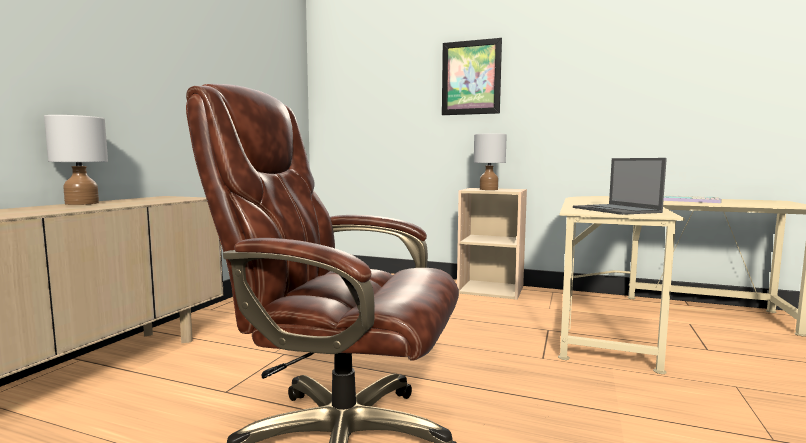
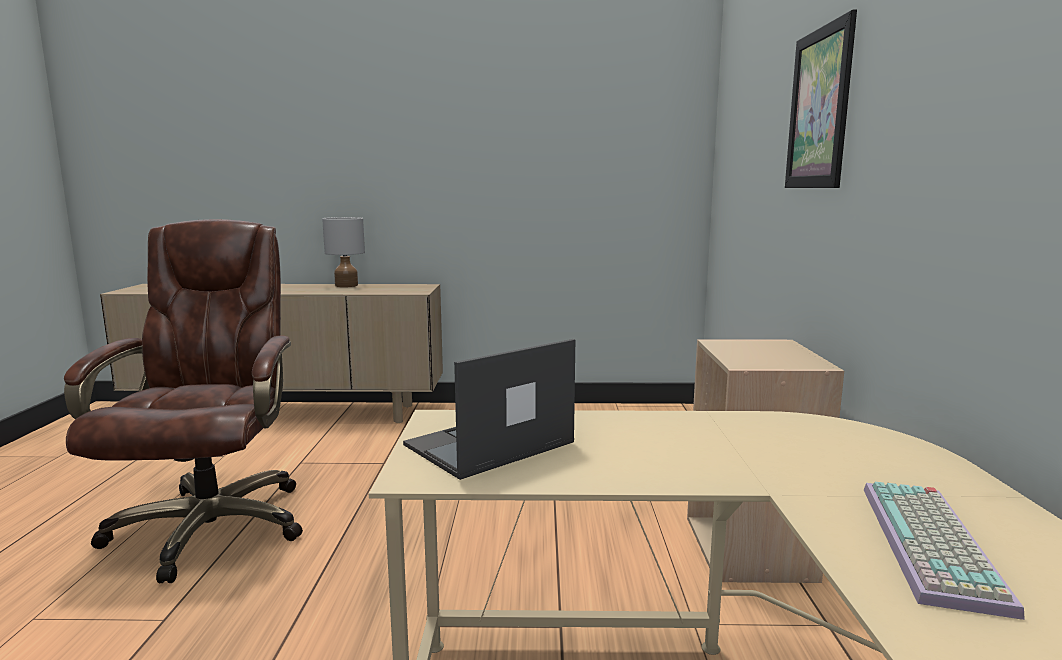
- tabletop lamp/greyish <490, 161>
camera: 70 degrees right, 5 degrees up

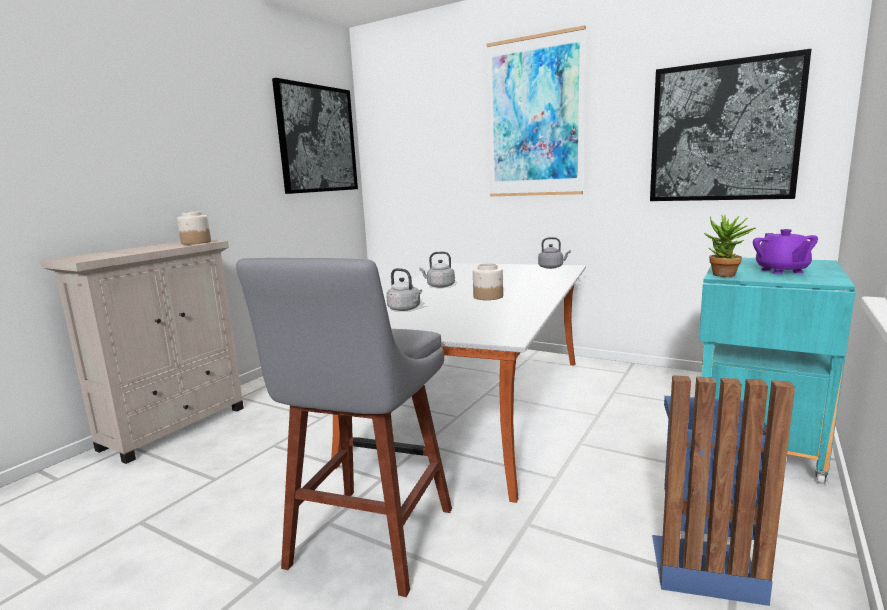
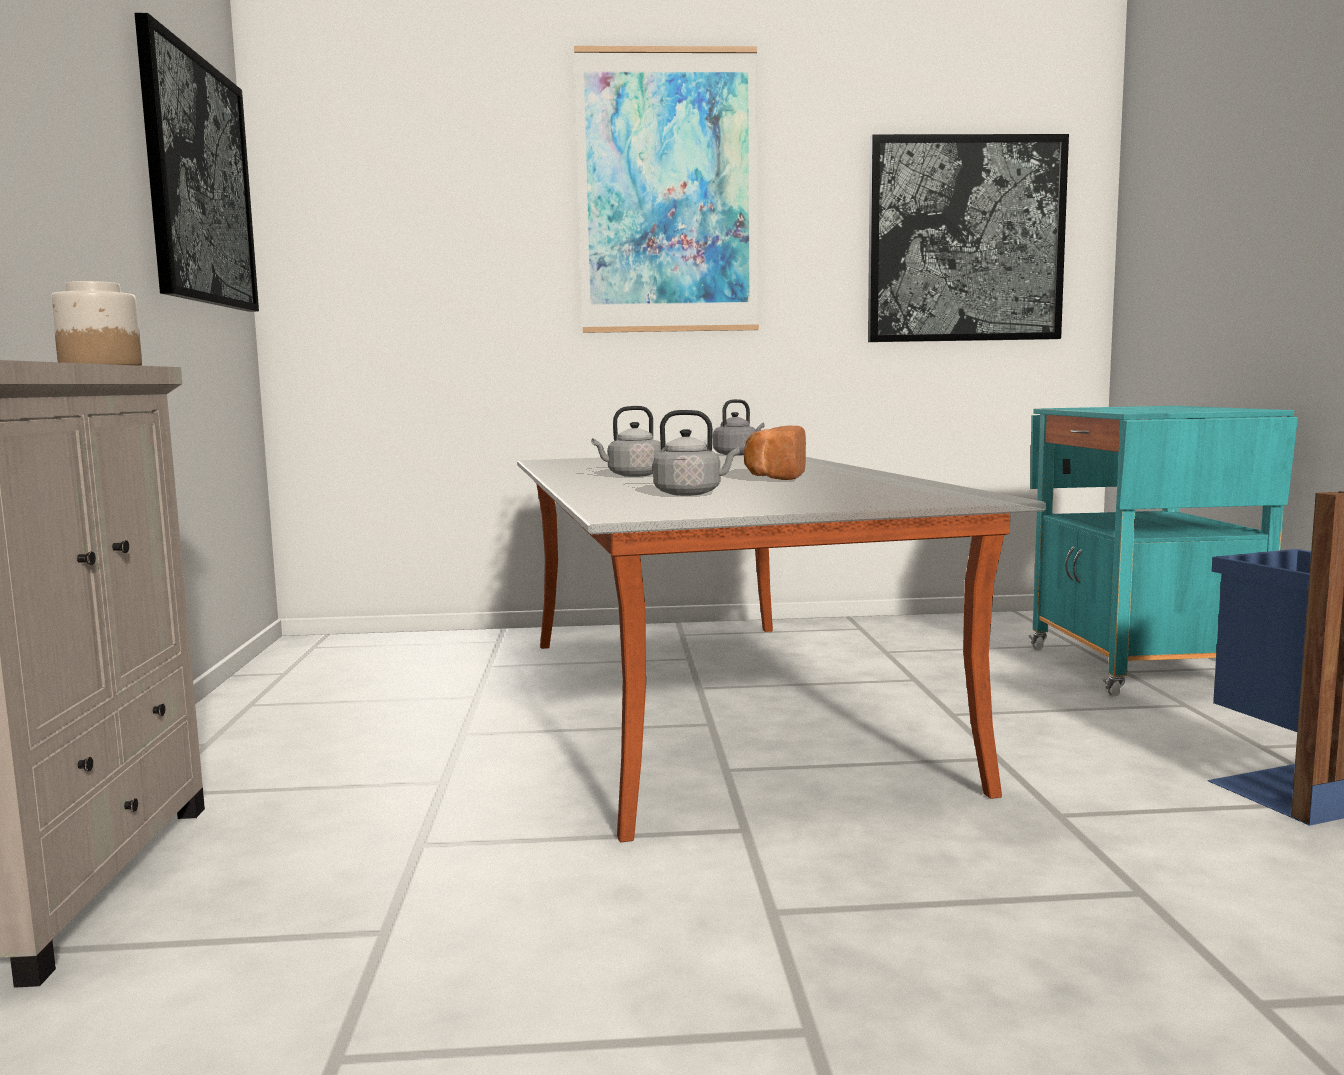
- plant in a pot <730, 246>
- pot for tea/purple-coloured <785, 251>
- sitting stool/greyish <344, 427>
~ preserve jar <488, 281> to baked bread <775, 453>
camera: 35 degrees left, 5 degrees down

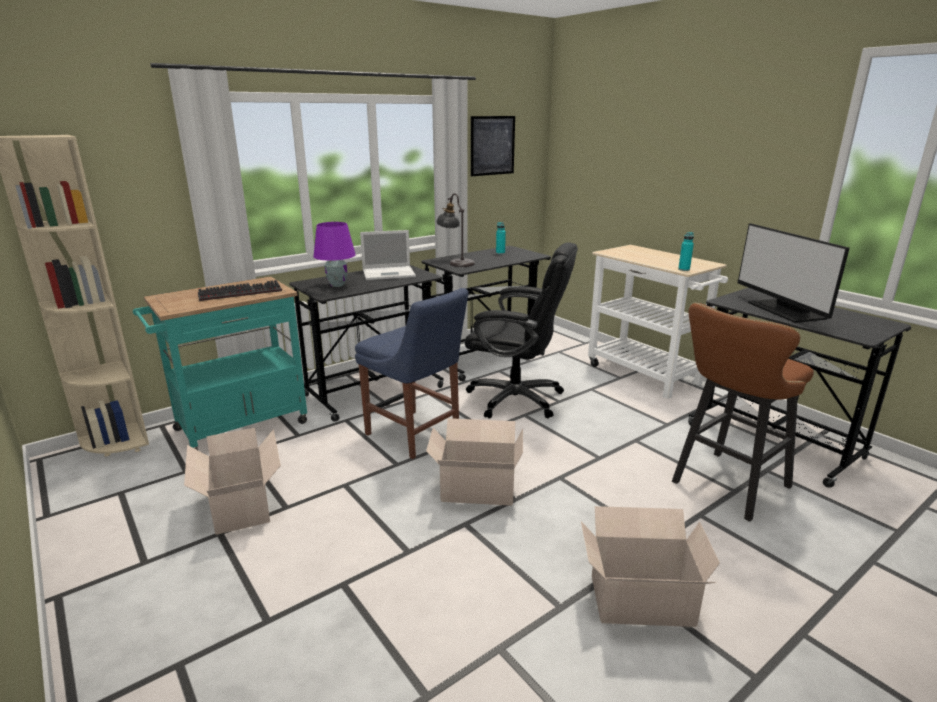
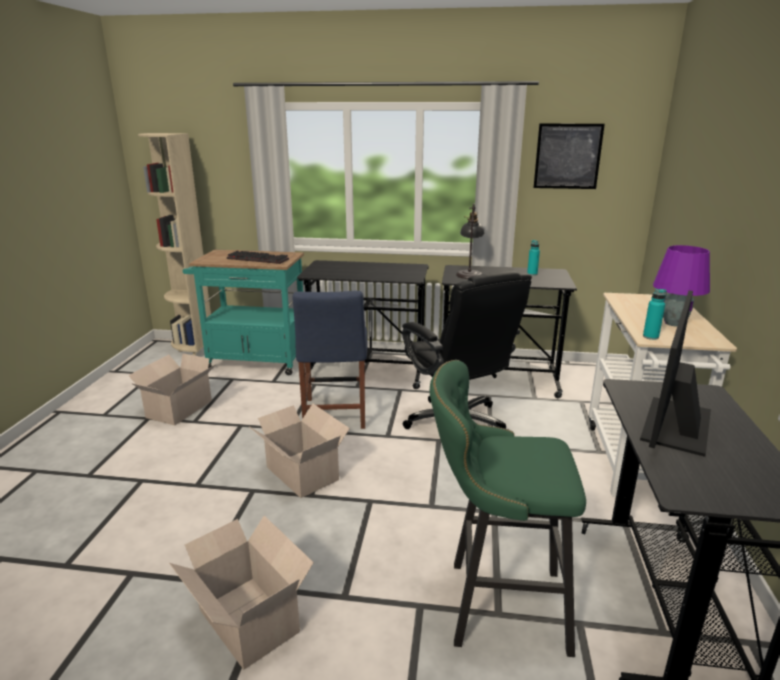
~ tabletop lamp/purple-coloured <334, 254> to <681, 286>
- laptop <388, 255>
~ sitting stool/brown <743, 412> to sitting stool/greenish <508, 508>
camera: 45 degrees right, 0 degrees up

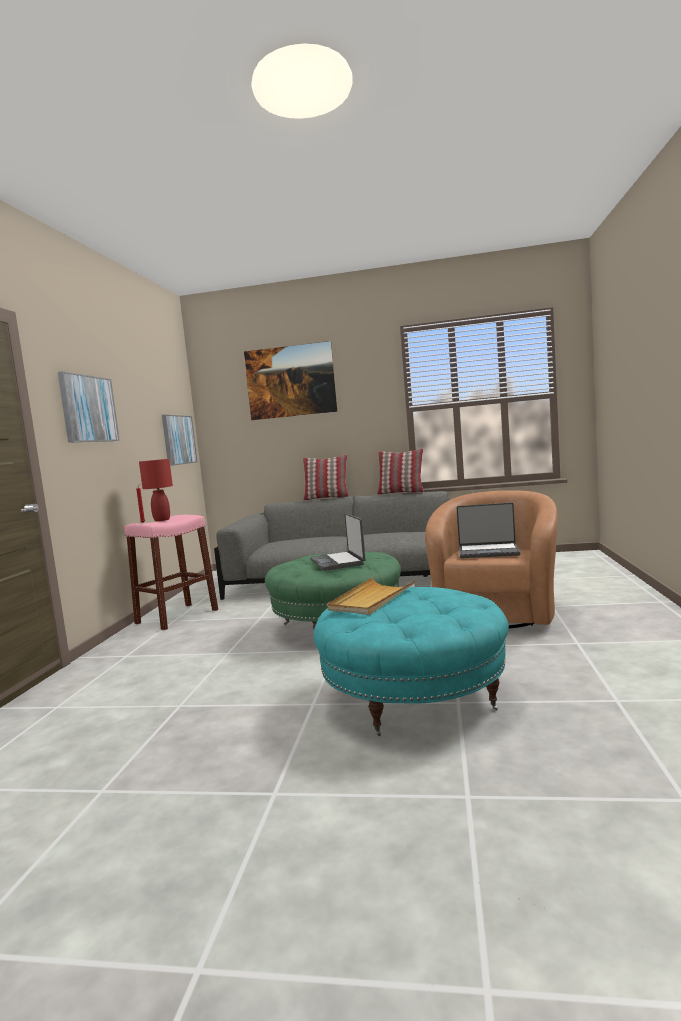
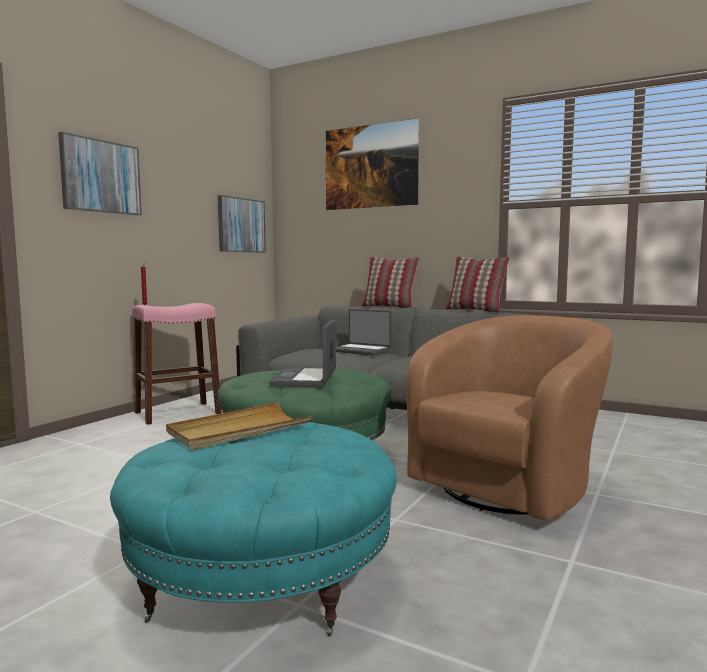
- tabletop lamp/red <156, 490>
~ laptop <488, 530> to <363, 332>
camera: 20 degrees right, 0 degrees up

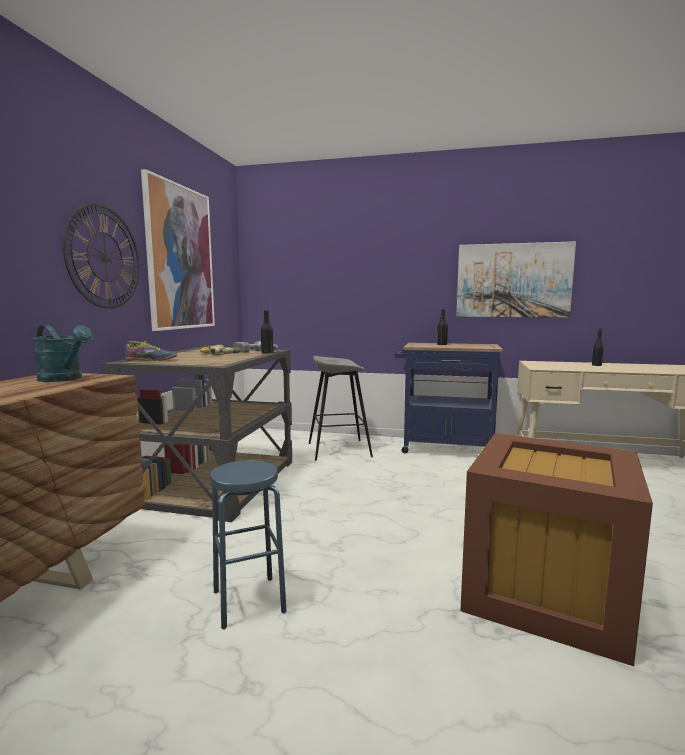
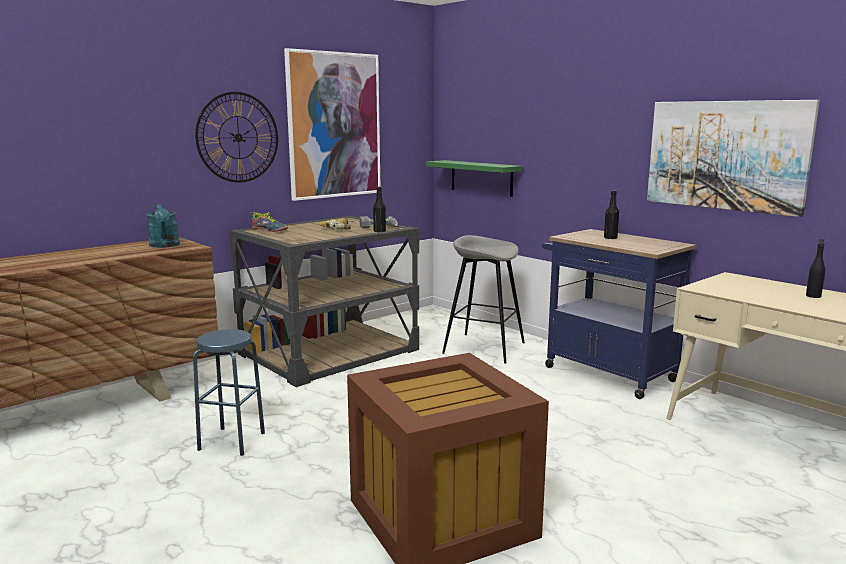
+ bracket shelf/greenish <474, 178>
camera: 35 degrees right, 5 degrees up

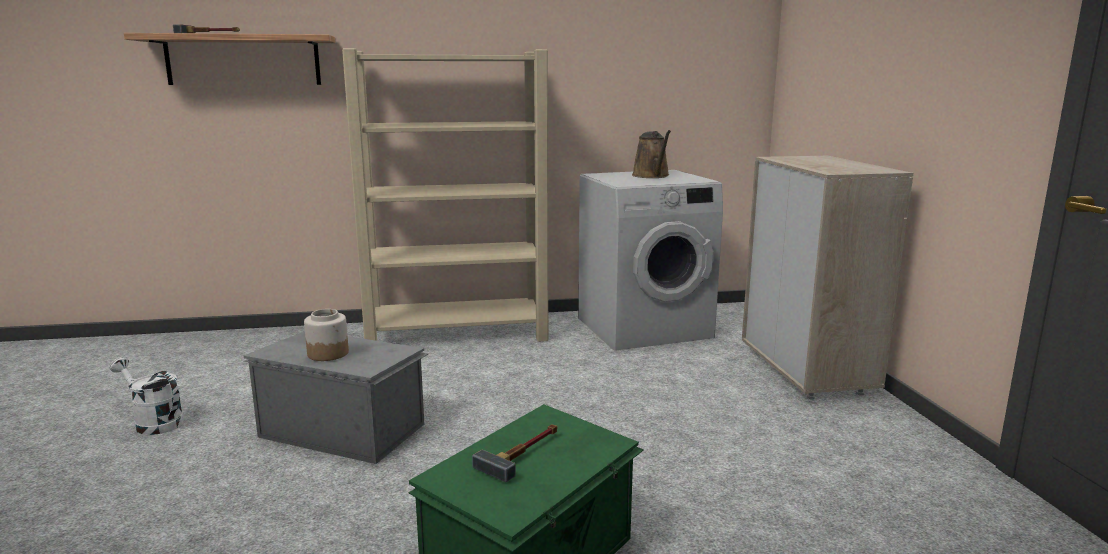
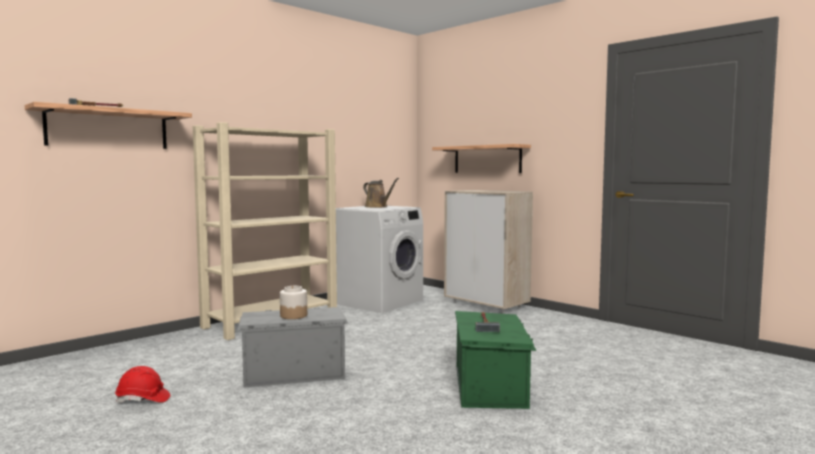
~ watering can/white-coloured <146, 396> to hard hat/red <142, 384>
+ bracket shelf <481, 158>
camera: 35 degrees left, 10 degrees down

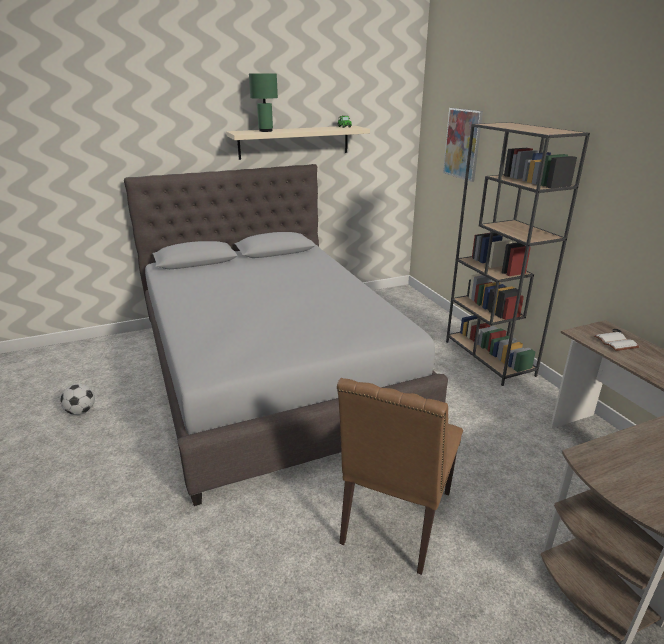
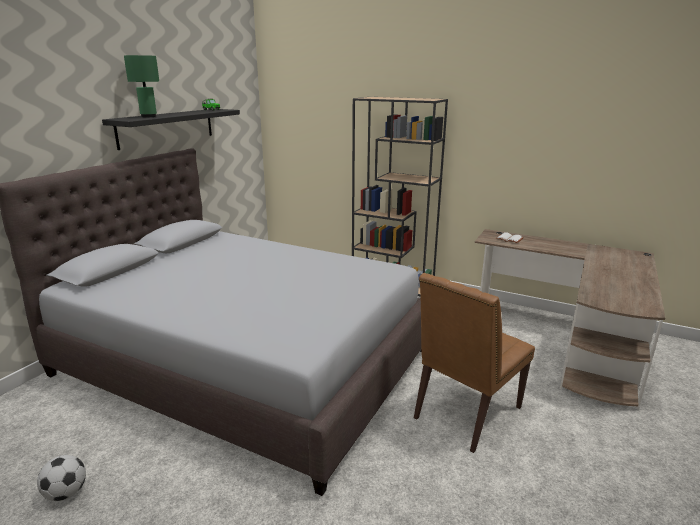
- wall art <463, 145>
~ bracket shelf/beige-coloured <298, 143> to bracket shelf/black-coloured <171, 129>
~ chair/brown <400, 476> = <474, 363> 60 degrees clockwise
camera: 40 degrees left, 5 degrees down

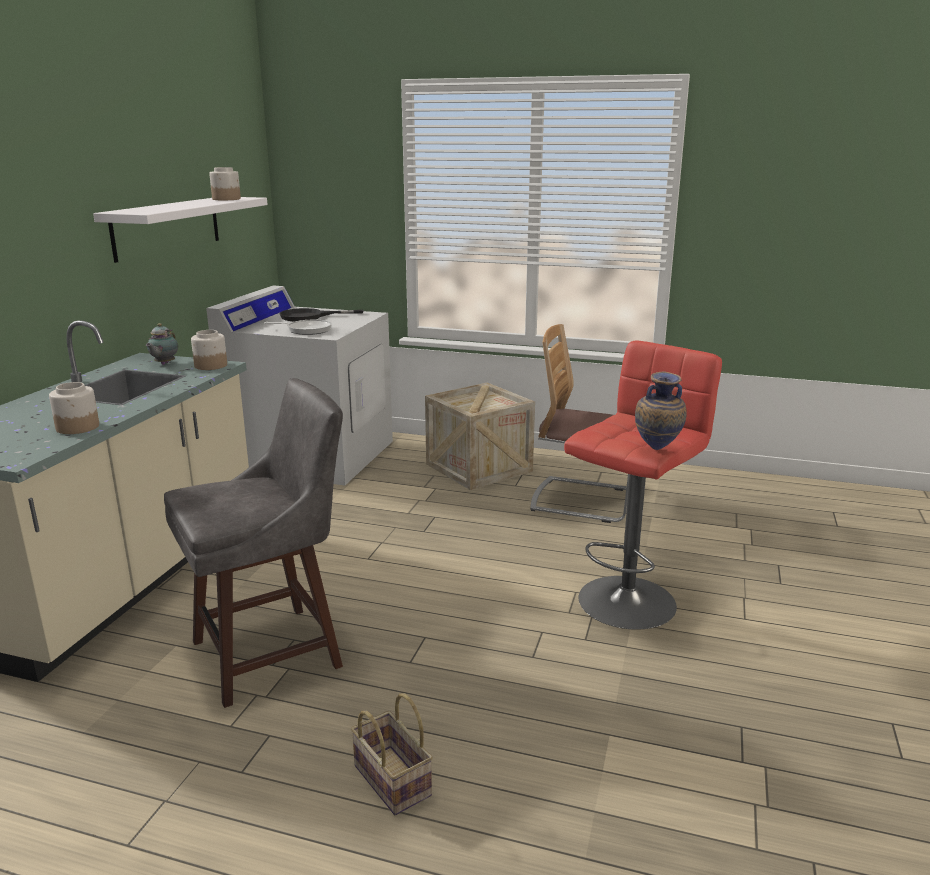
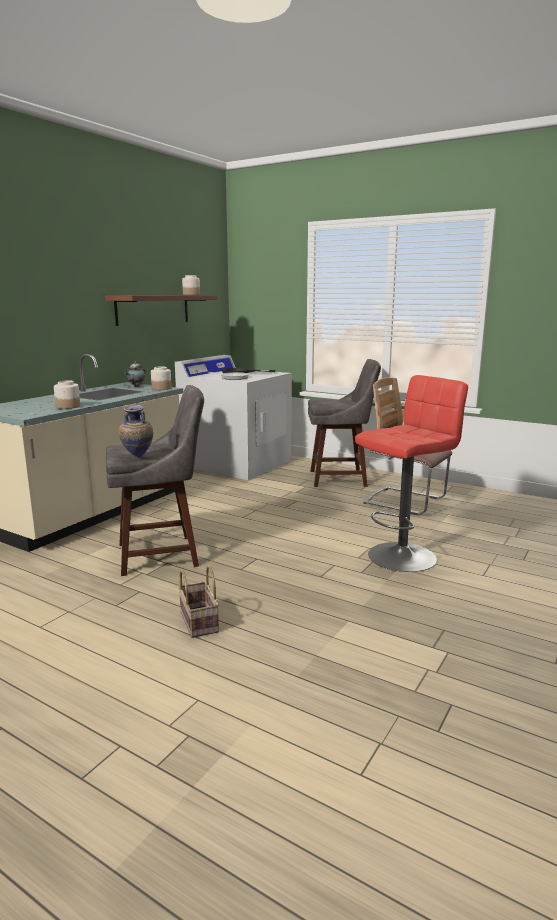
~ bracket shelf/white-coloured <180, 230> to bracket shelf/brown <161, 310>
~ decorative vase <661, 410> to <136, 431>
~ shipping crate <480, 436> to sitting stool/greyish <344, 423>
camera: 15 degrees right, 5 degrees down

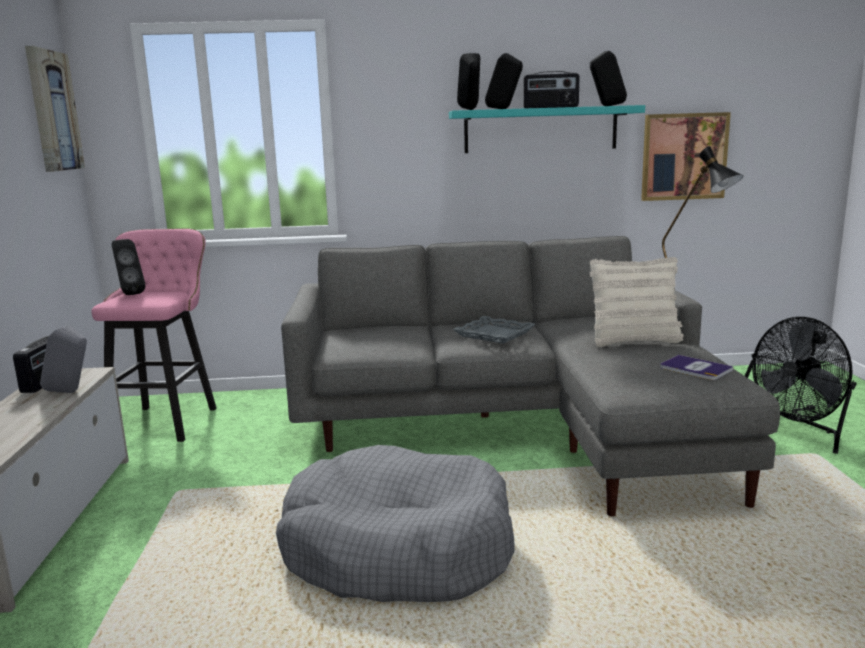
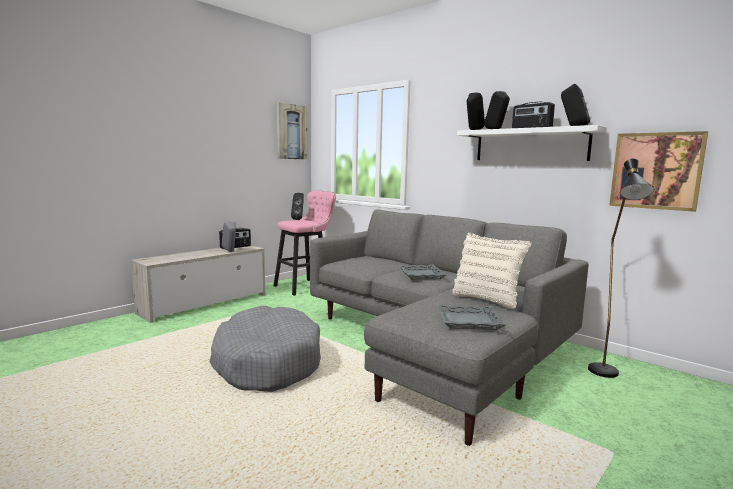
~ bracket shelf/turquoise <547, 129> to bracket shelf/white-coloured <532, 143>
- fan/black-coloured <801, 385>
~ book <696, 367> to tray/greyish <472, 317>
camera: 45 degrees right, 5 degrees down

